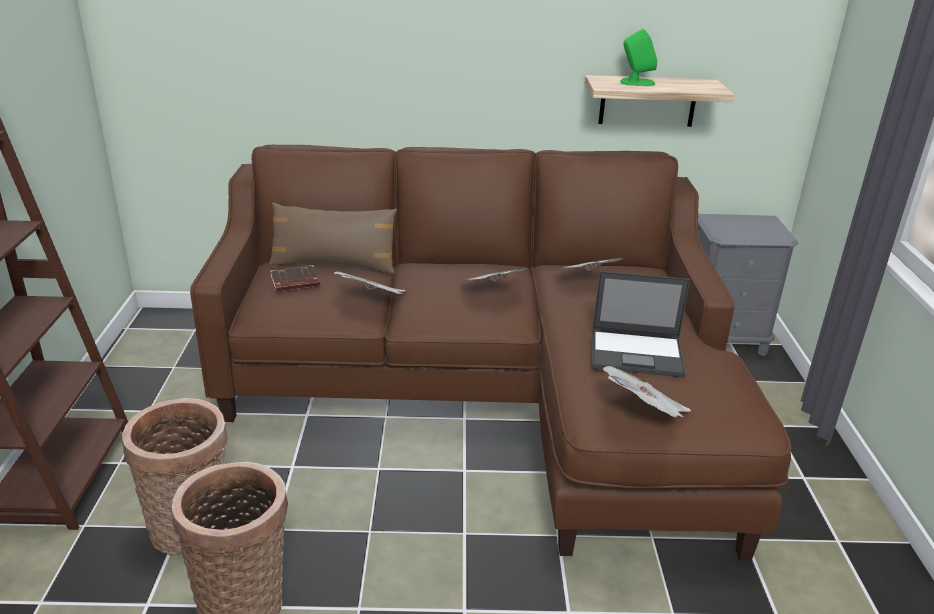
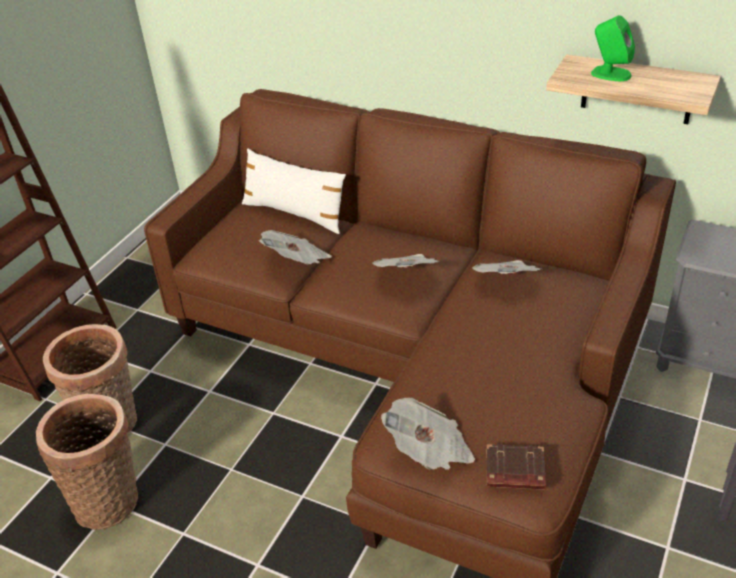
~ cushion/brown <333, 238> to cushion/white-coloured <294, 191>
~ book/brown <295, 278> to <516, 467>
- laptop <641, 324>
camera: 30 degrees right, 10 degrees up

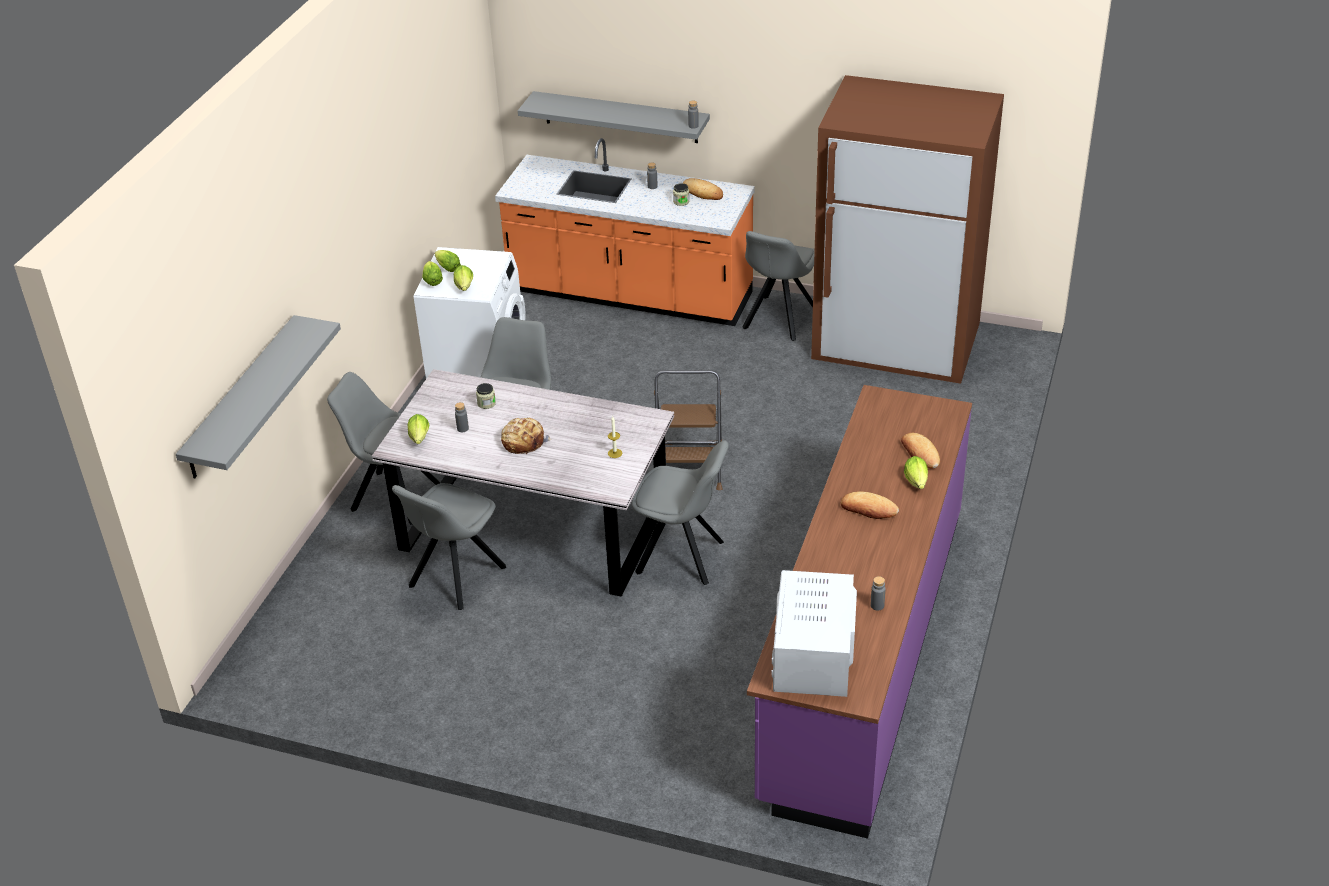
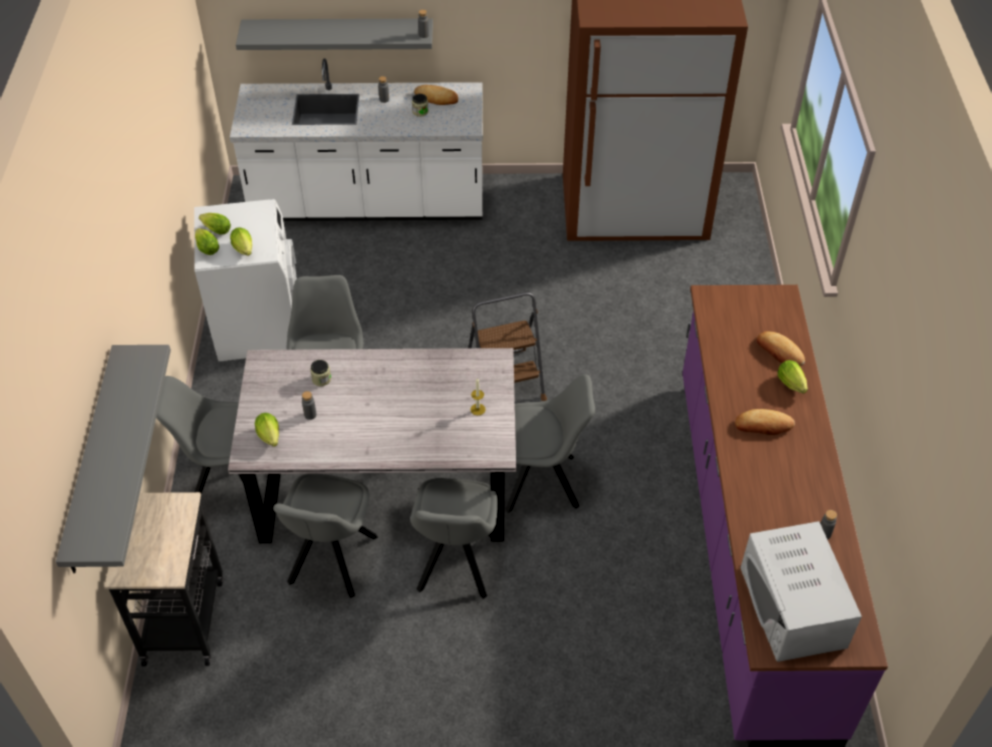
~ kitchen counter/orange-coloured <625, 232> to kitchen counter/white-coloured <356, 139>
~ chair/greyish <779, 286> to <454, 538>
- baked bread <526, 436>
+ wheeled cart <164, 579>
camera: 20 degrees left, 10 degrees up

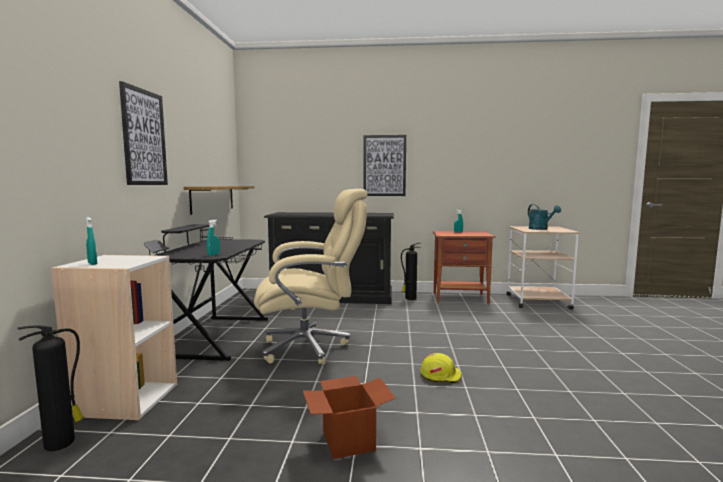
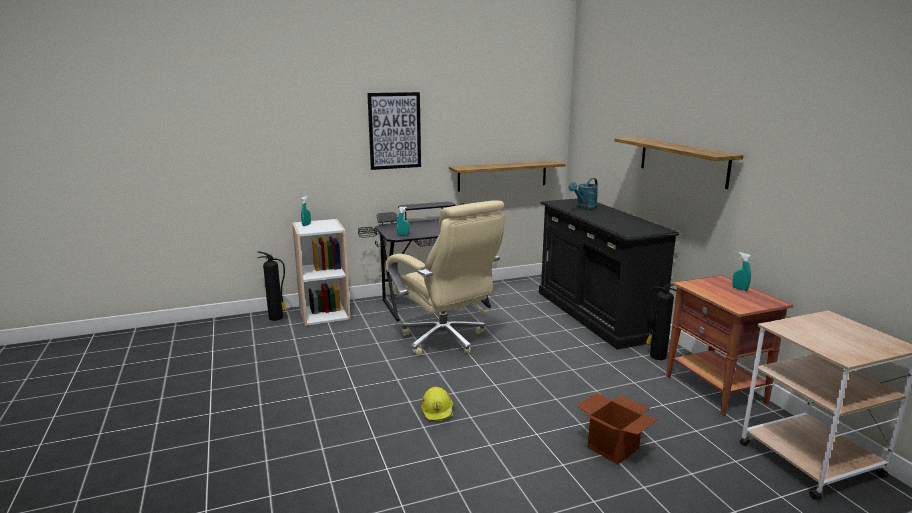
~ wall art <385, 165> to bracket shelf <678, 163>
~ watering can/turquoise <544, 217> to <583, 193>
~ carton <349, 417> to <617, 429>
camera: 65 degrees right, 10 degrees up

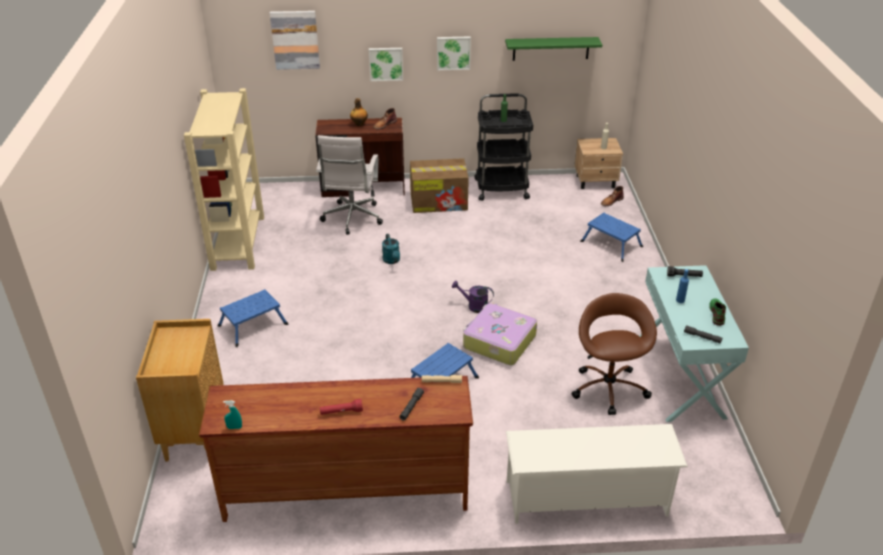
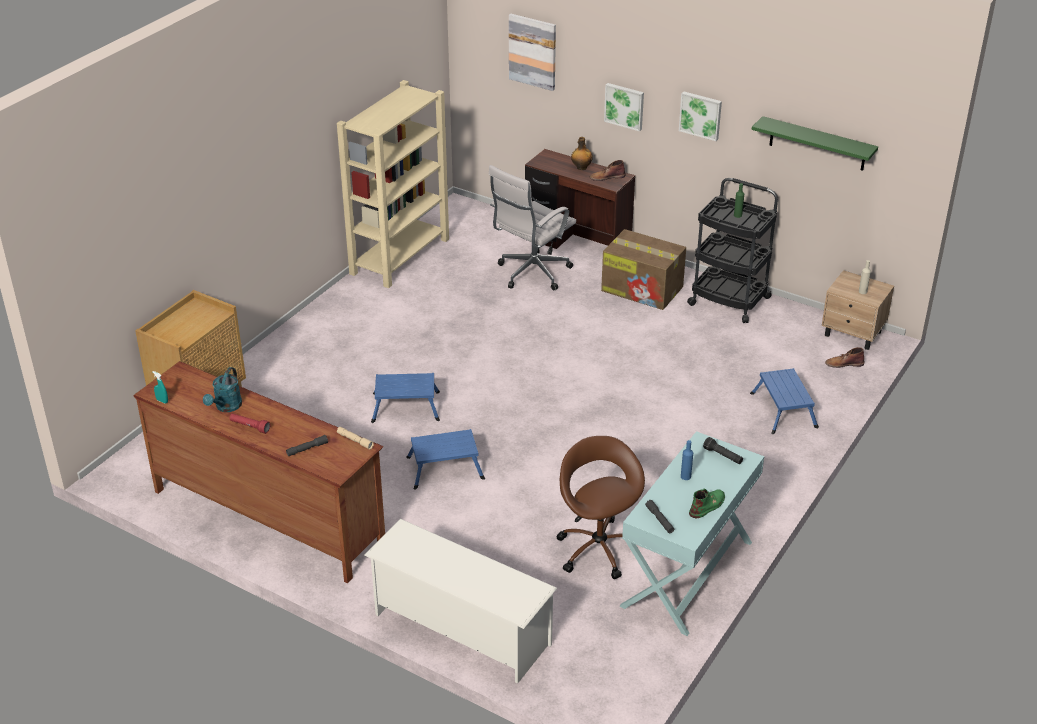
~ watering can/turquoise <391, 249> to <222, 389>
- watering can/purple-coloured <473, 297>
~ step ladder/blue-coloured <253, 318> to <405, 398>
~ desk chair/brown <614, 354> = <600, 507> 60 degrees counterclockwise
- suitcase <500, 334>
camera: 35 degrees right, 0 degrees up

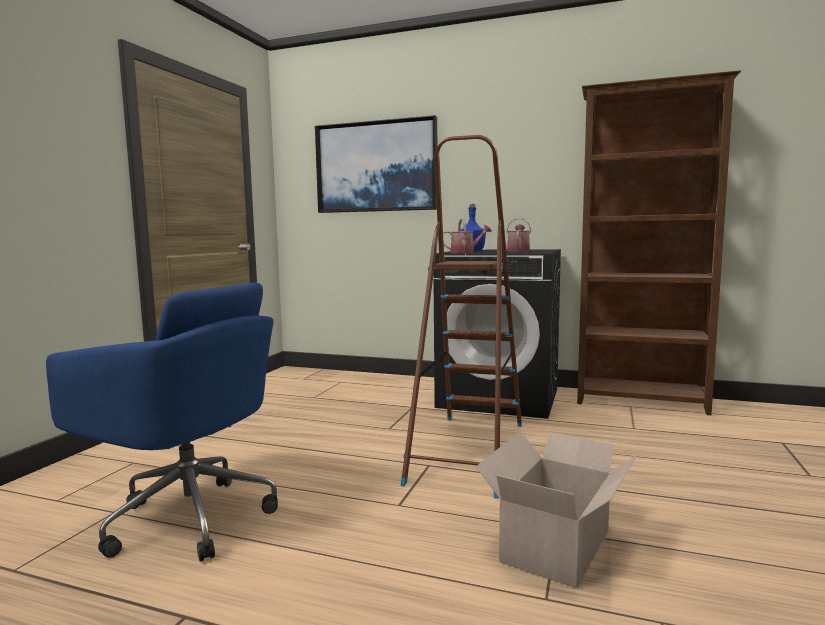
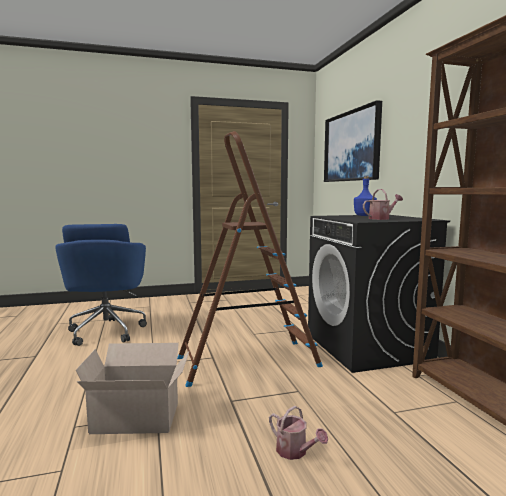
~ watering can <467, 236> to <298, 433>
camera: 55 degrees right, 0 degrees up

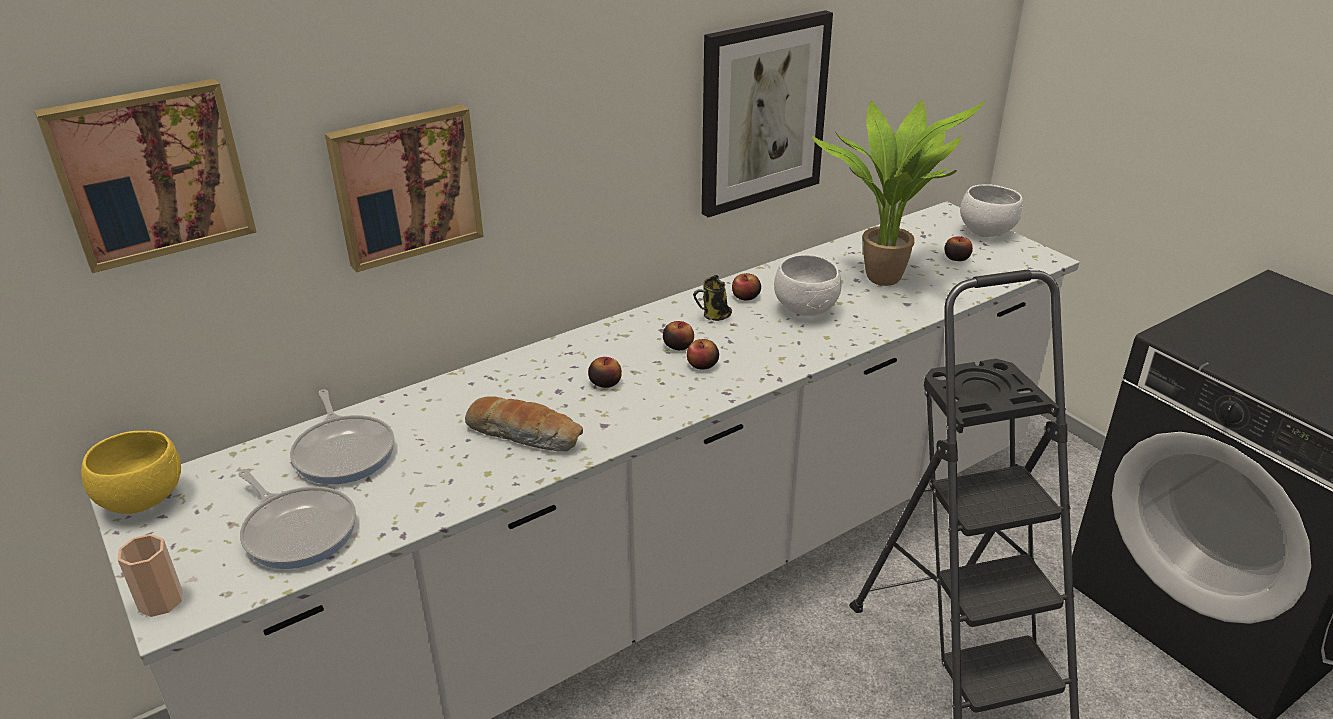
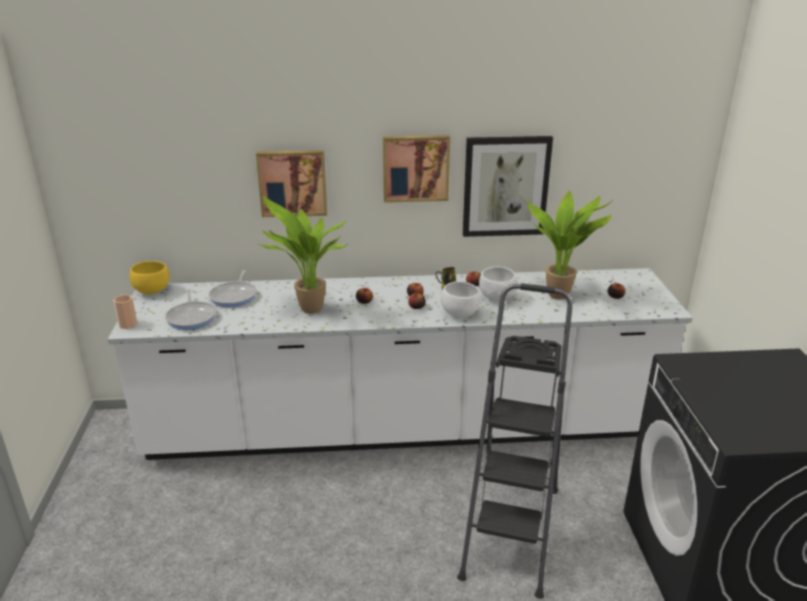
~ wall art <145, 175> to <416, 169>
~ serving bowl/white-coloured <991, 210> to <461, 299>
~ baked bread <524, 424> to plant in a pot <303, 255>
camera: 30 degrees right, 5 degrees down

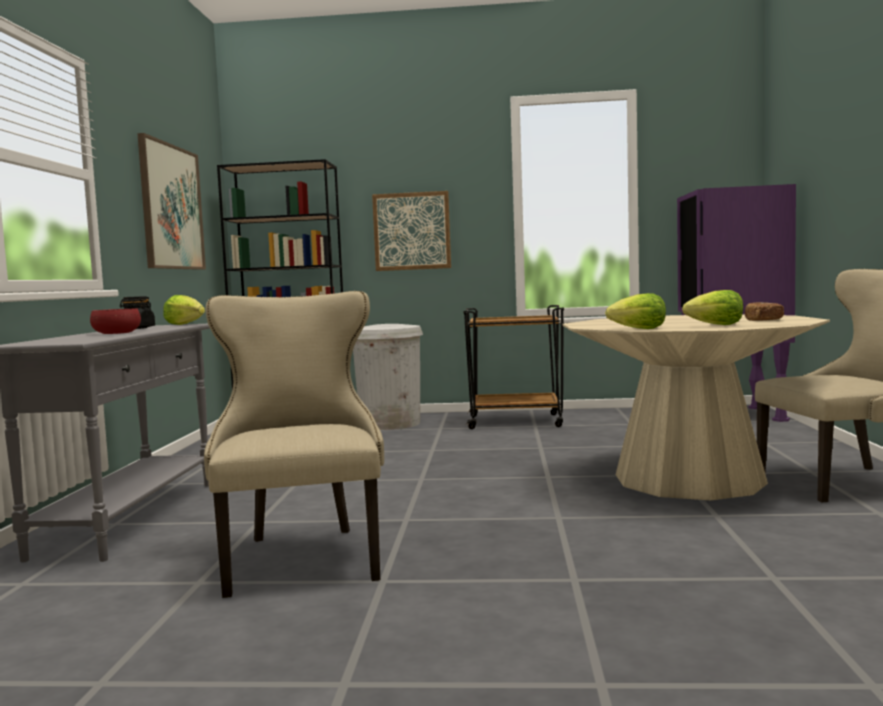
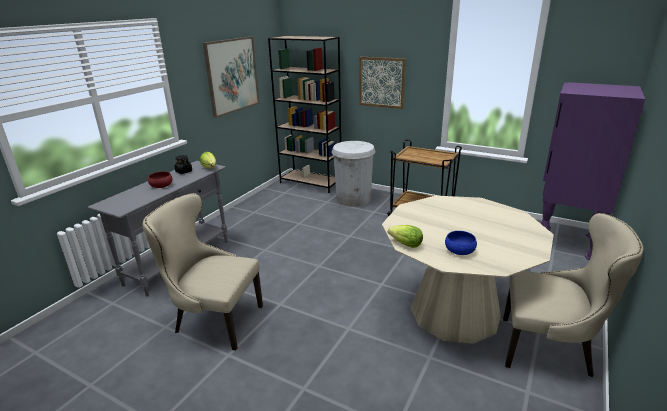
~ lettuce <712, 307> to serving bowl/blue-coloured <461, 243>
~ chair/beige-coloured <294, 444> = <203, 272> 90 degrees counterclockwise
- baked bread <764, 311>
camera: 25 degrees right, 20 degrees up

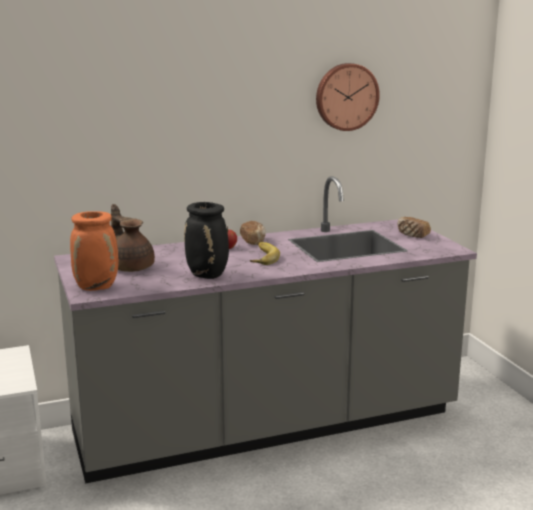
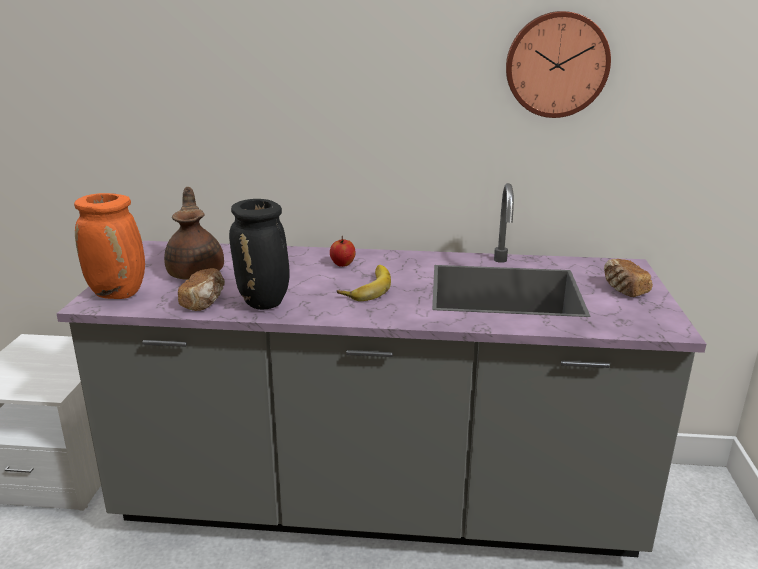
~ baked bread <253, 233> to <201, 289>
camera: 25 degrees right, 5 degrees up

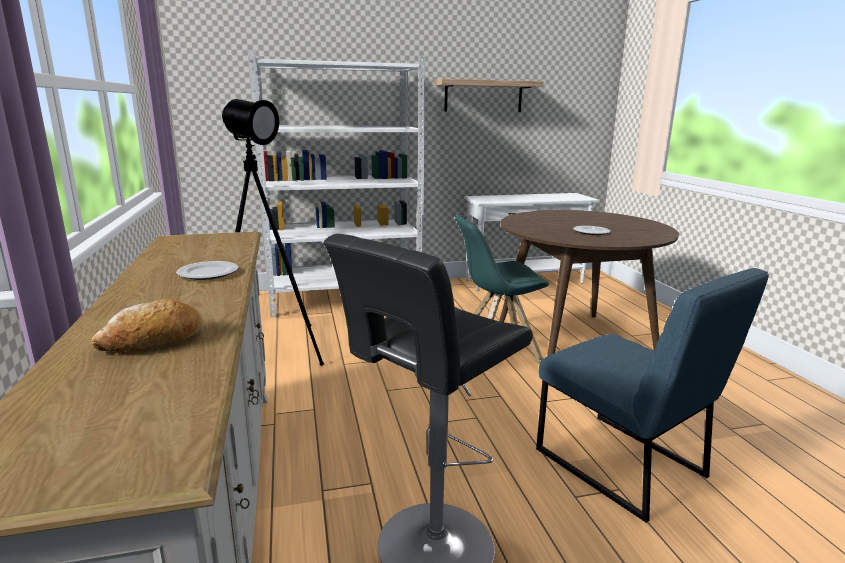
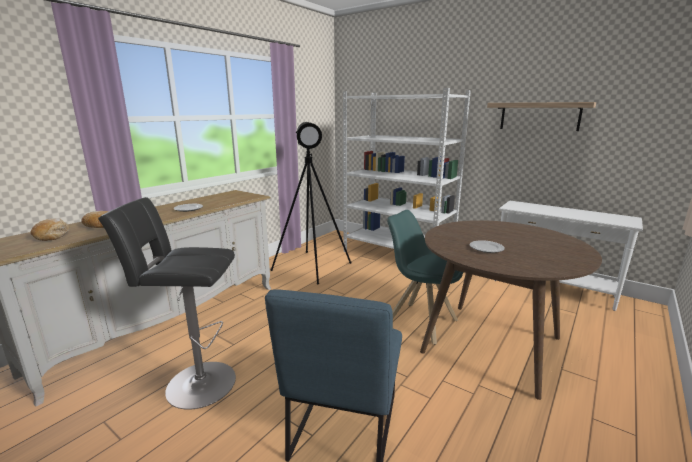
+ baked bread <50, 229>
camera: 50 degrees right, 0 degrees up

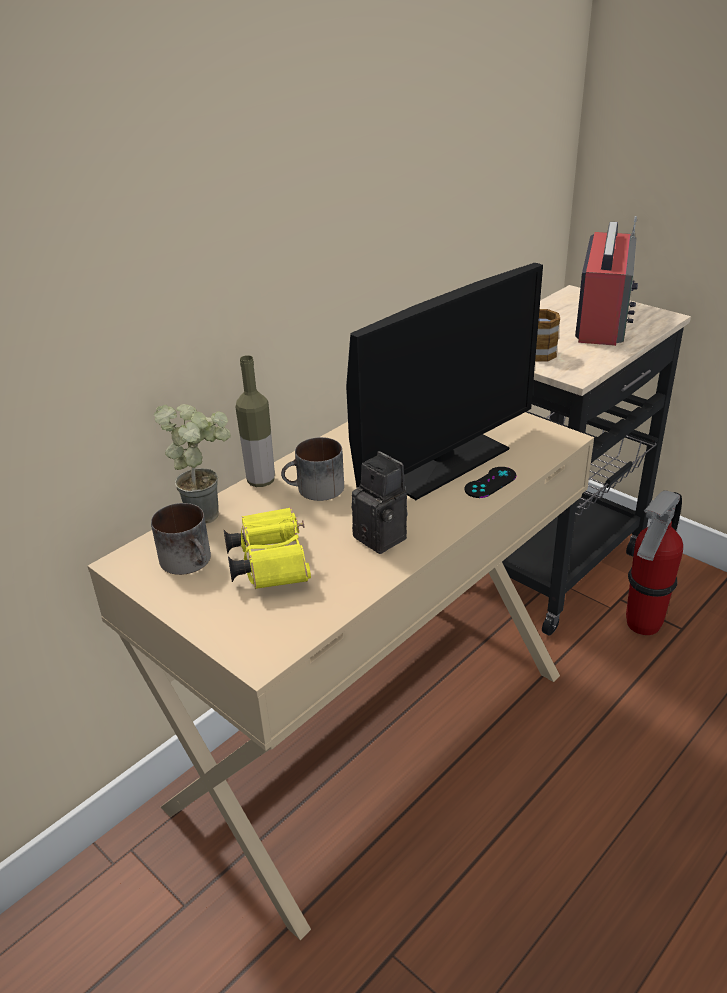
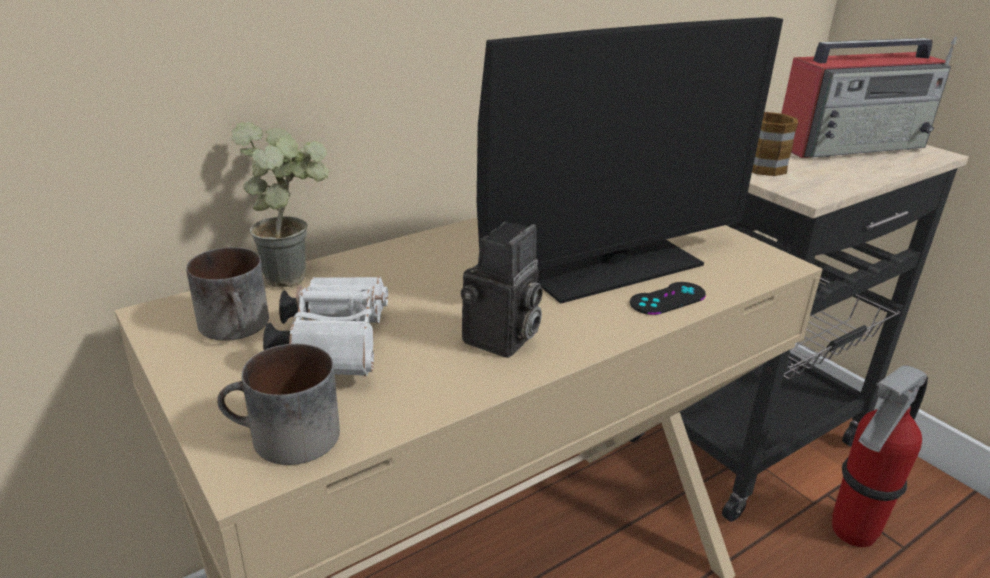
~ radio receiver <606, 281> = <869, 97> 45 degrees clockwise
- bottle <255, 421>
~ tea mug <312, 469> to <278, 404>
~ still camera <379, 502> = <502, 290> 60 degrees clockwise
~ field glasses/yellow <267, 548> to field glasses/white-coloured <325, 326>
camera: 10 degrees right, 5 degrees down

